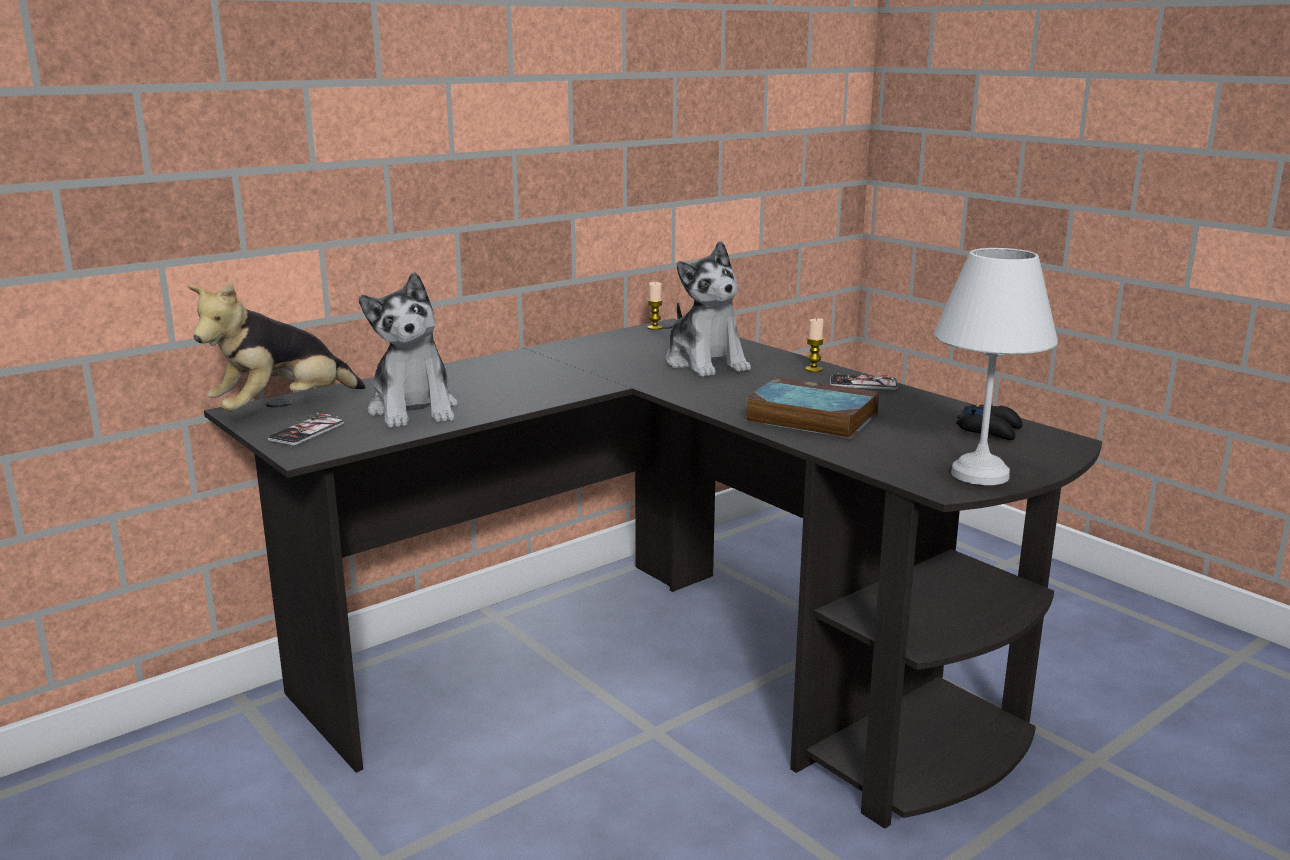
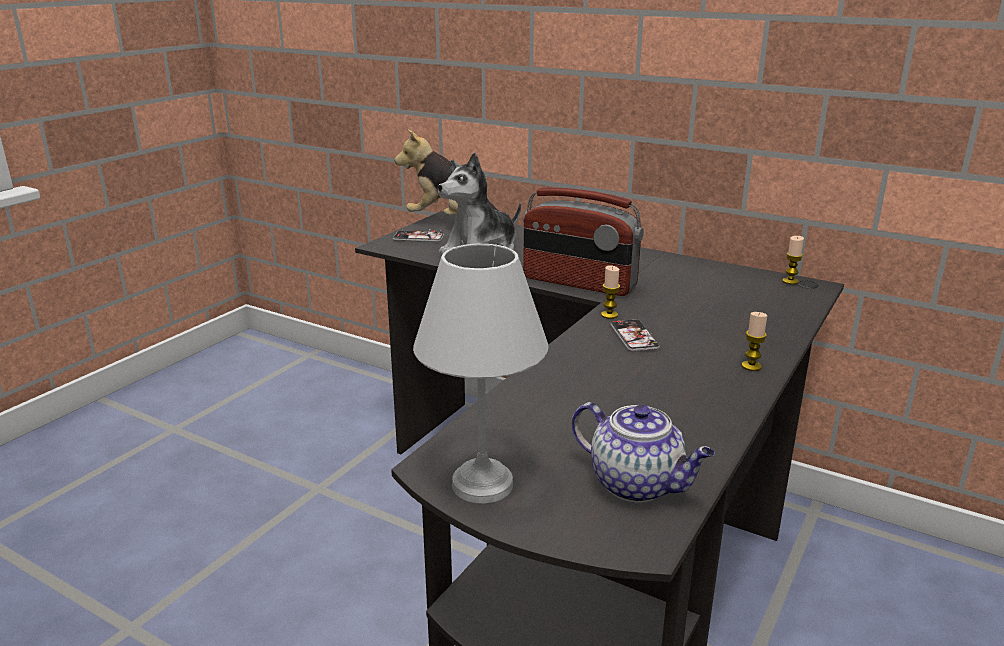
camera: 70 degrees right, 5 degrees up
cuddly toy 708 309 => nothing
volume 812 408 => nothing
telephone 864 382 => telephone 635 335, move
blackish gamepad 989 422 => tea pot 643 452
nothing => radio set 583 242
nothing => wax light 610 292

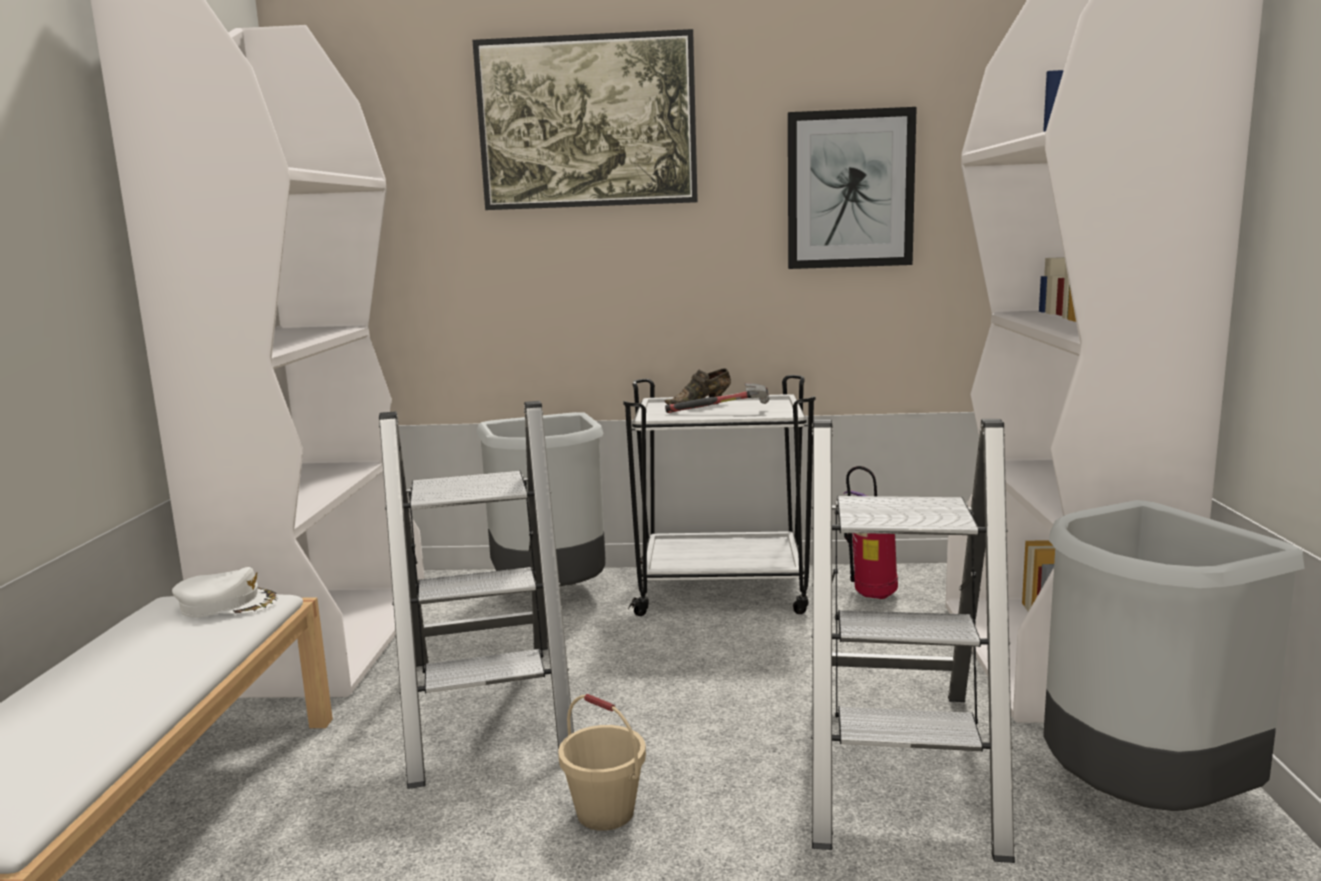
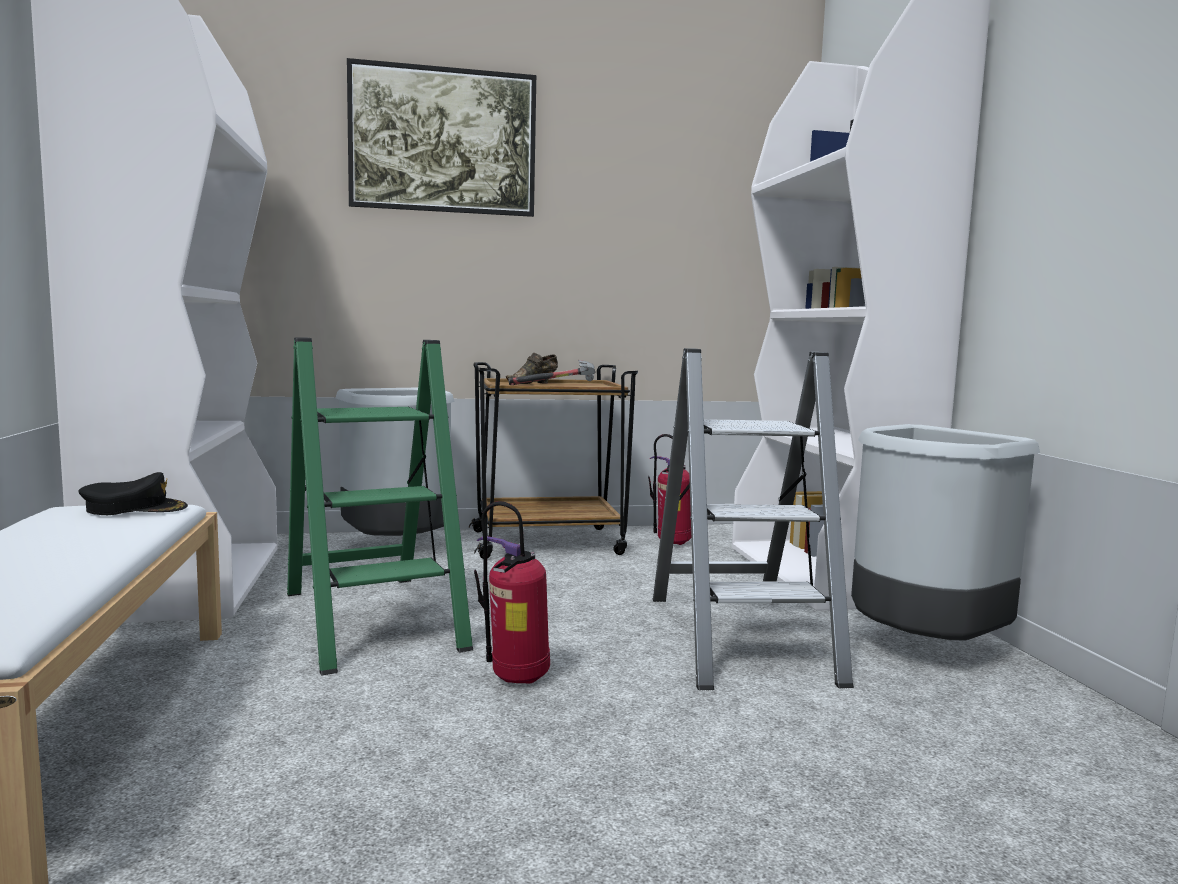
camera: 15 degrees left, 5 degrees down
white-coloured cap 225 592 => blackish cap 133 493
greyish stepladder 476 595 => green stepladder 380 506
beige pail 602 762 => extinguisher 512 592
white-coloured trolley 719 495 => brown-coloured trolley 553 460
picture 852 188 => nothing

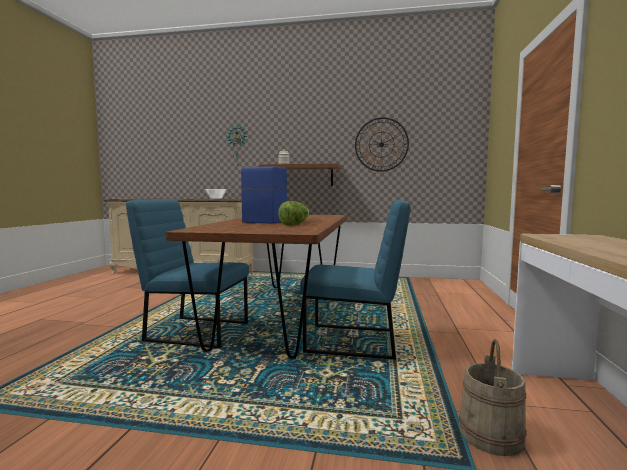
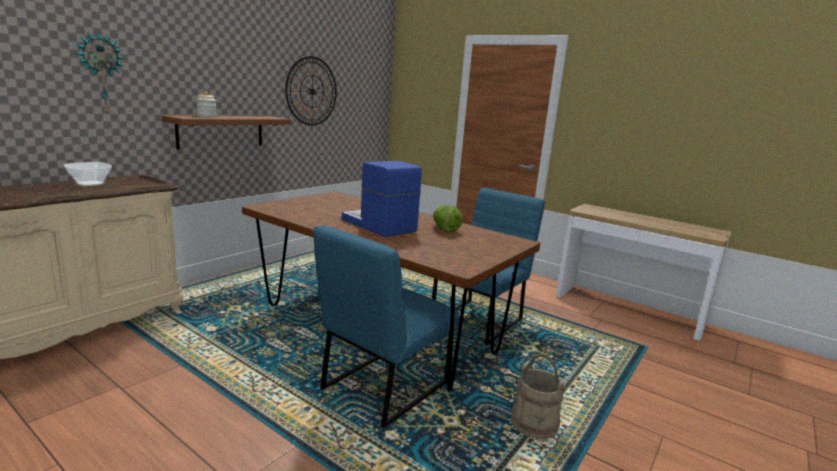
camera: 65 degrees left, 10 degrees up
beige pail 493 397 => beige pail 538 396, move

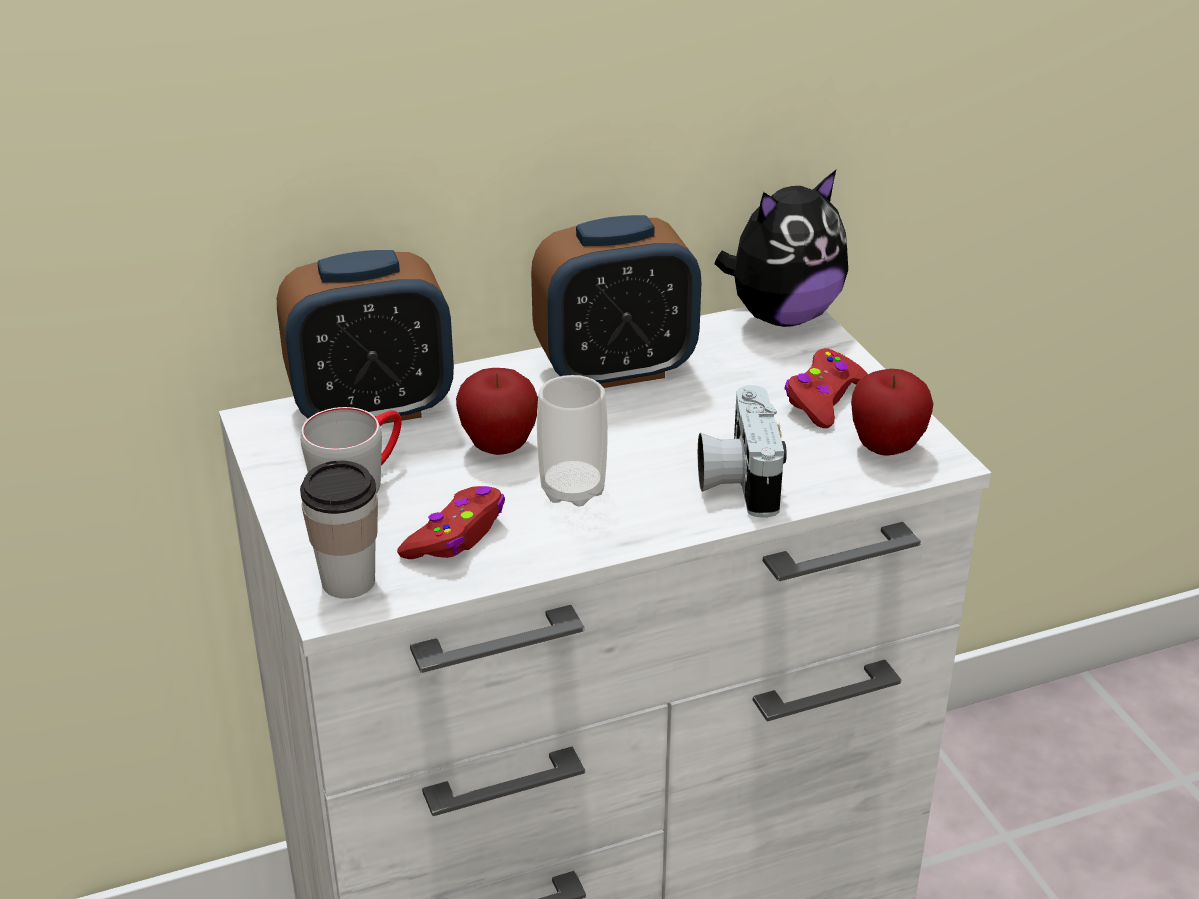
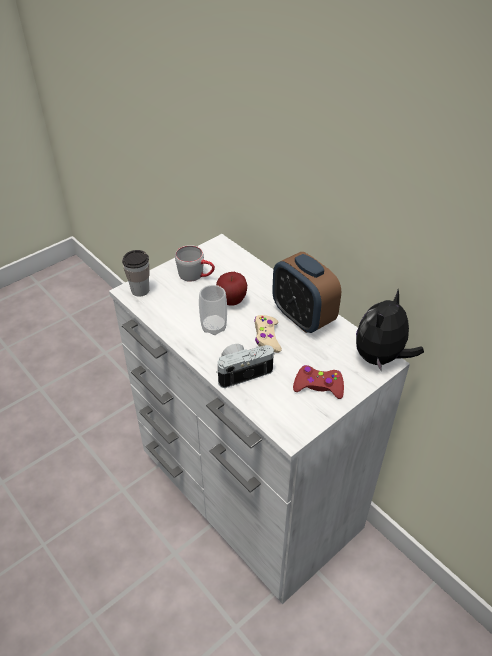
camera: 70 degrees right, 10 degrees up
table clock 365 337 => nothing
red gamepad 451 522 => nothing
cuddly toy 781 248 => cuddly toy 390 331, 90 degrees clockwise
whole apple 892 412 => nothing
nothing => beige gamepad 268 334

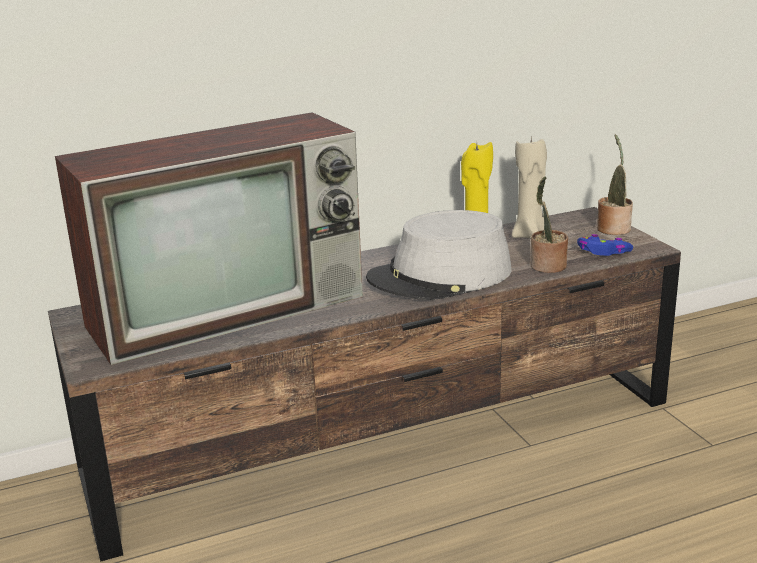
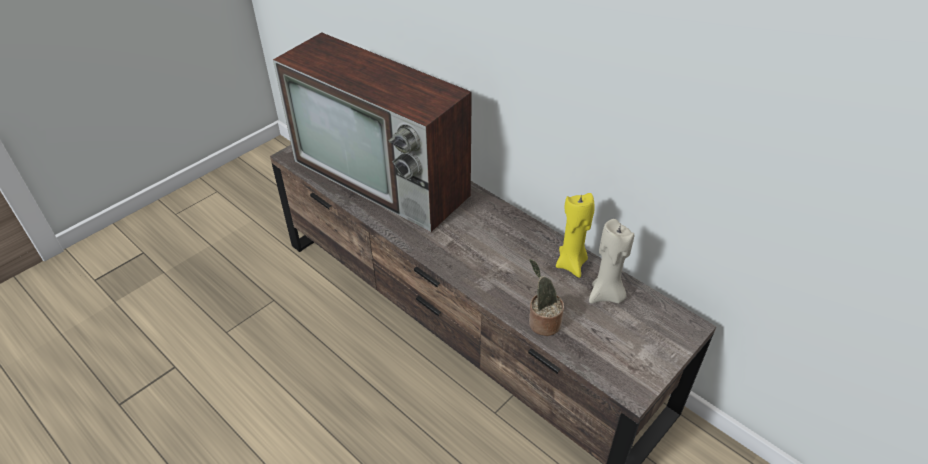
camera: 65 degrees right, 20 degrees up
greyish hat 439 255 => nothing
blue gamepad 605 245 => nothing
houseplant 615 184 => nothing

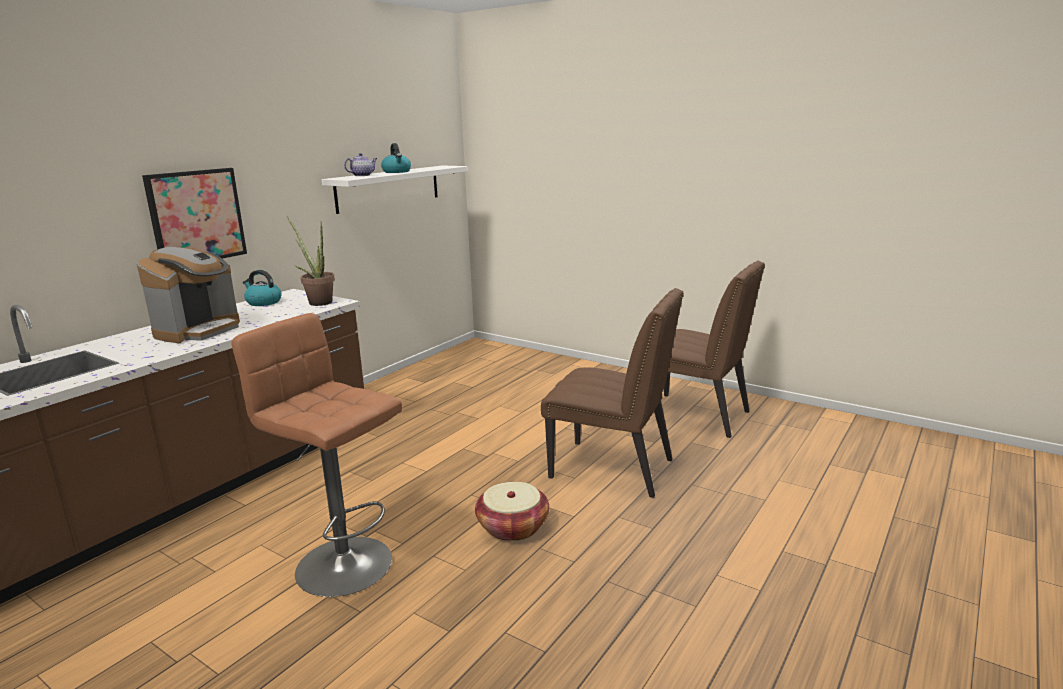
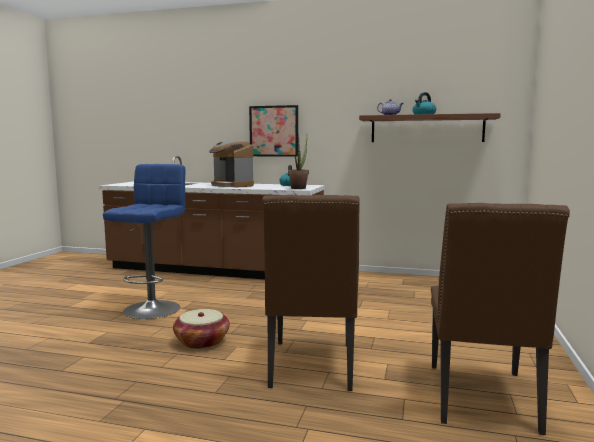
camera: 70 degrees right, 10 degrees down
coffee brewer 188 295 => coffee brewer 231 164, 45 degrees clockwise
brown-coloured stool seat 316 455 => blue stool seat 144 241
white-coloured bracket shelf 395 189 => brown-coloured bracket shelf 430 127

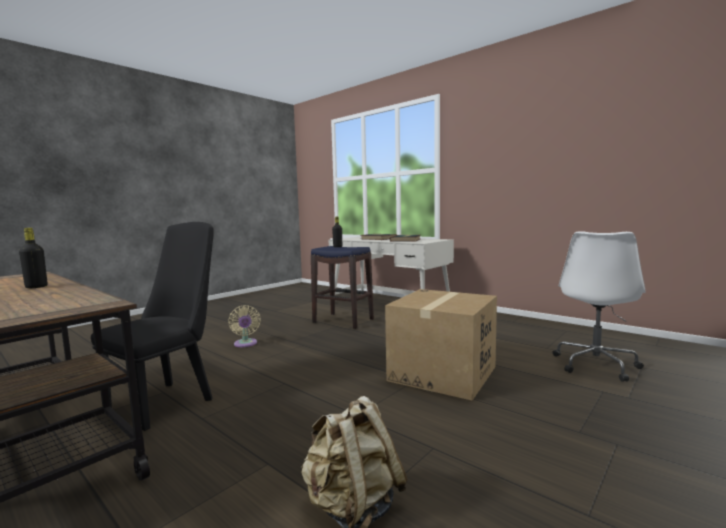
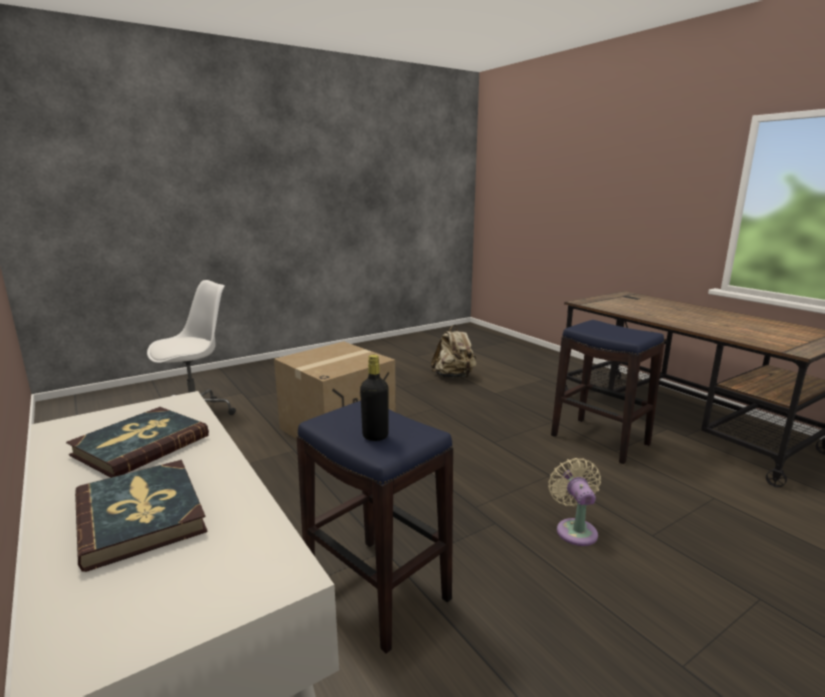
camera: 165 degrees left, 10 degrees up
blackish drink bottle 33 258 => nothing
blackish upright chair 152 326 => stool seat 607 392

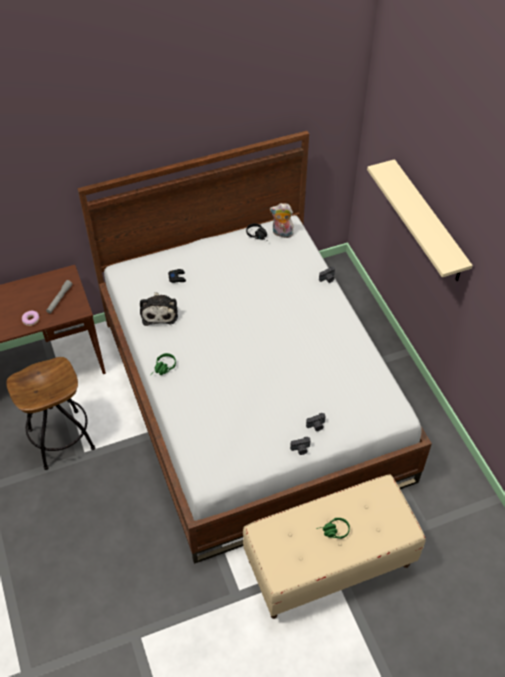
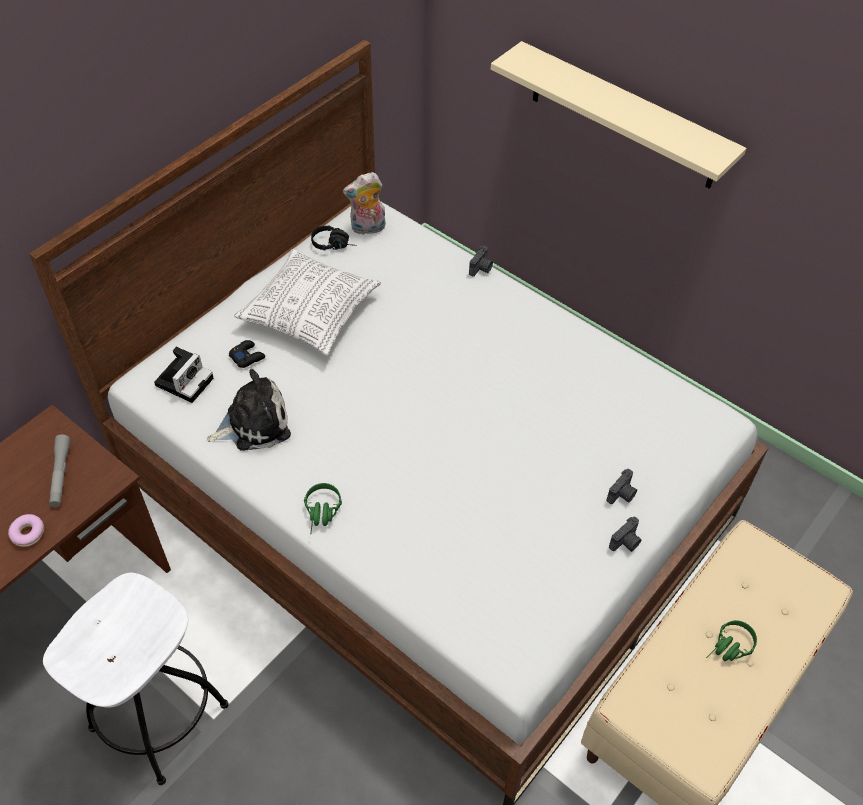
camera: 30 degrees left, 0 degrees up
brown-coloured stool seat 51 413 => white-coloured stool seat 136 679
cuddly toy 159 309 => cuddly toy 249 410, 75 degrees counterclockwise
nothing => still camera 184 375
nothing => cushion 307 302

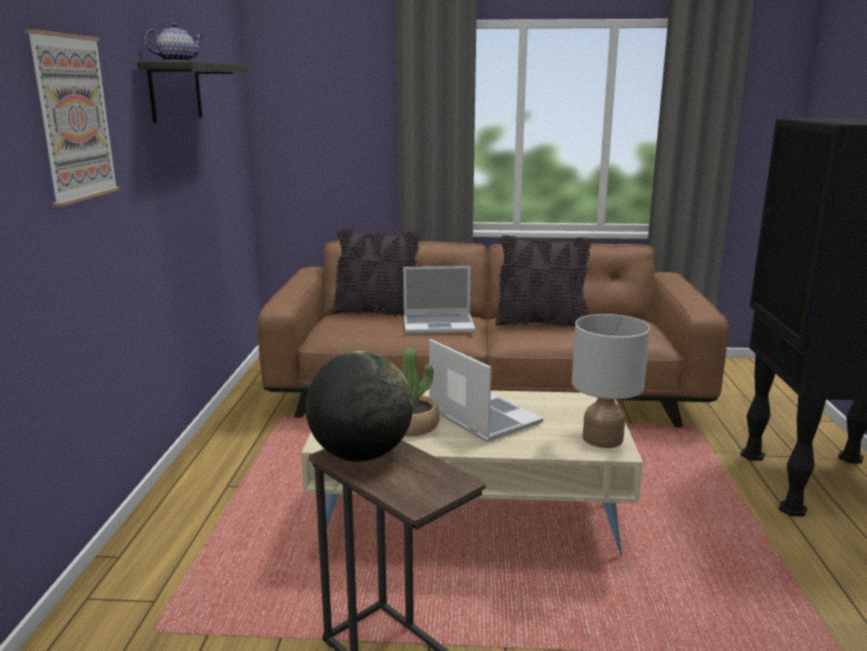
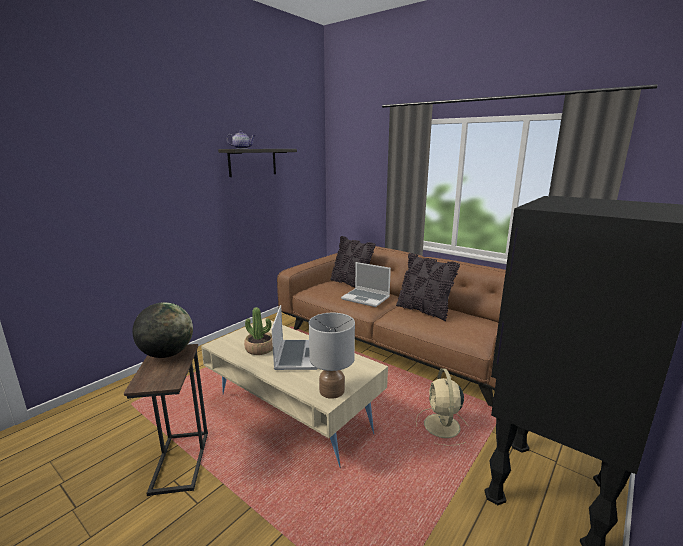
camera: 35 degrees right, 0 degrees up
picture 72 118 => nothing
nothing => beige cooling fan 442 407

